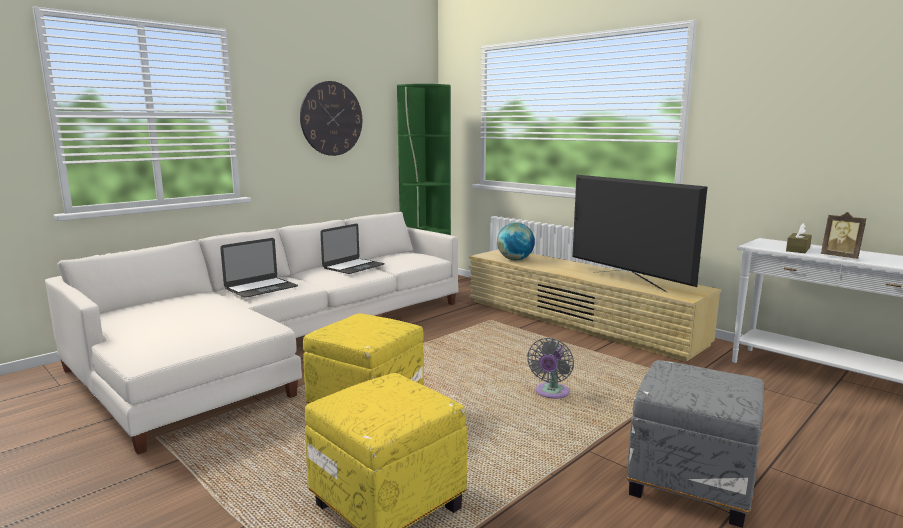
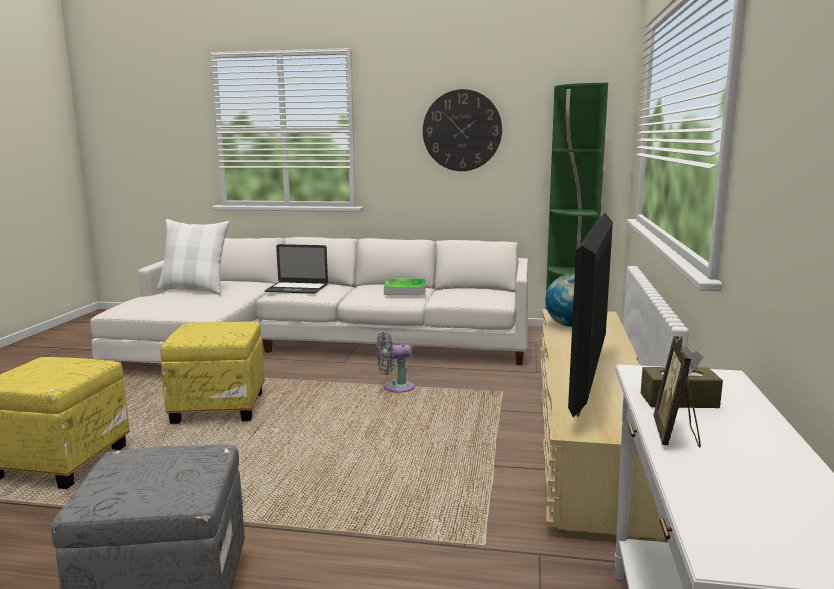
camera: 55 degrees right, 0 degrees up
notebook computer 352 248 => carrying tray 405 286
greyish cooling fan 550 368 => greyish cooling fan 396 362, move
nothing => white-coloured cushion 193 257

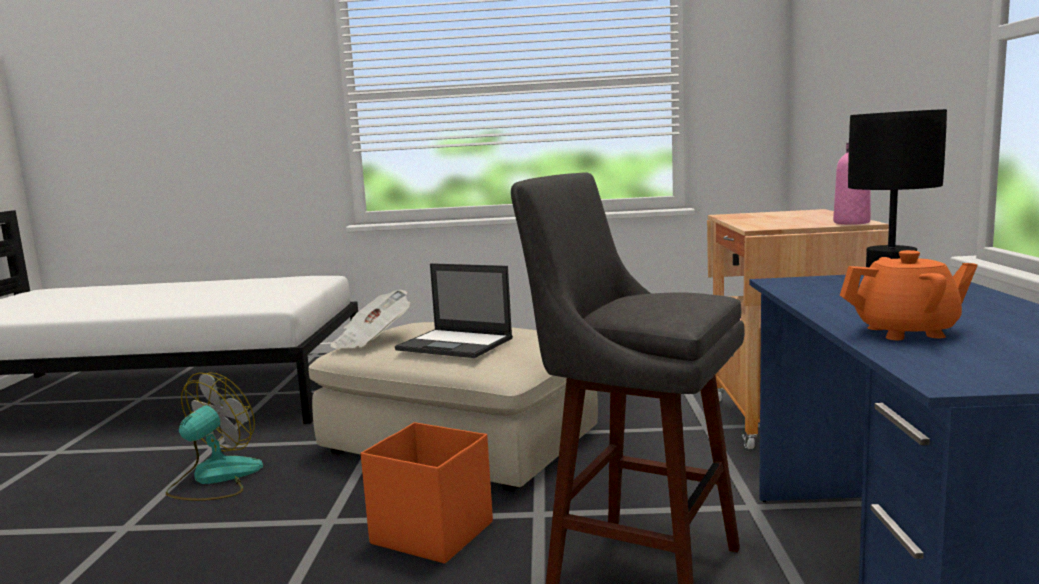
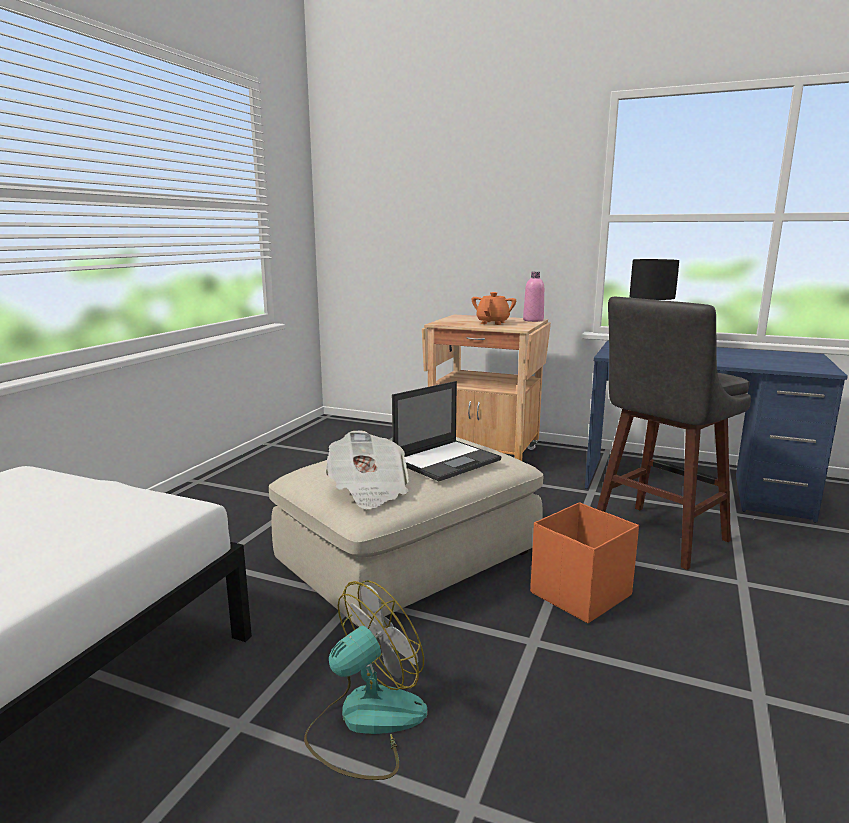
camera: 70 degrees left, 5 degrees up
cooling fan 214 436 => cooling fan 366 680, 90 degrees clockwise
orange-coloured tea pot 909 295 => orange-coloured tea pot 494 308, move

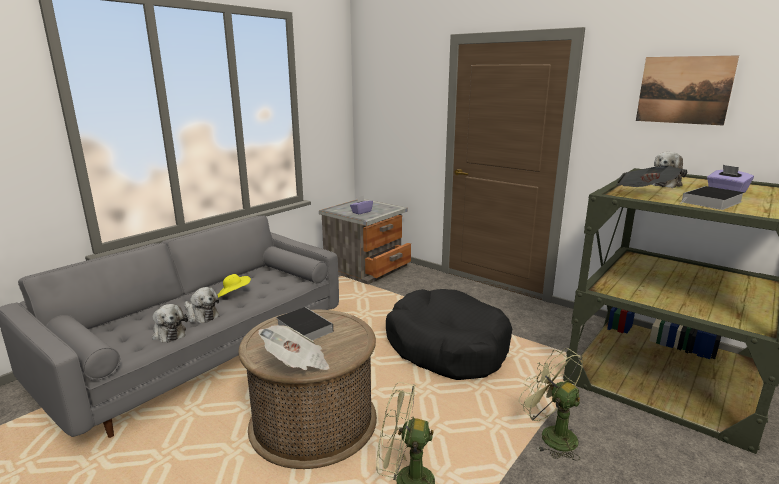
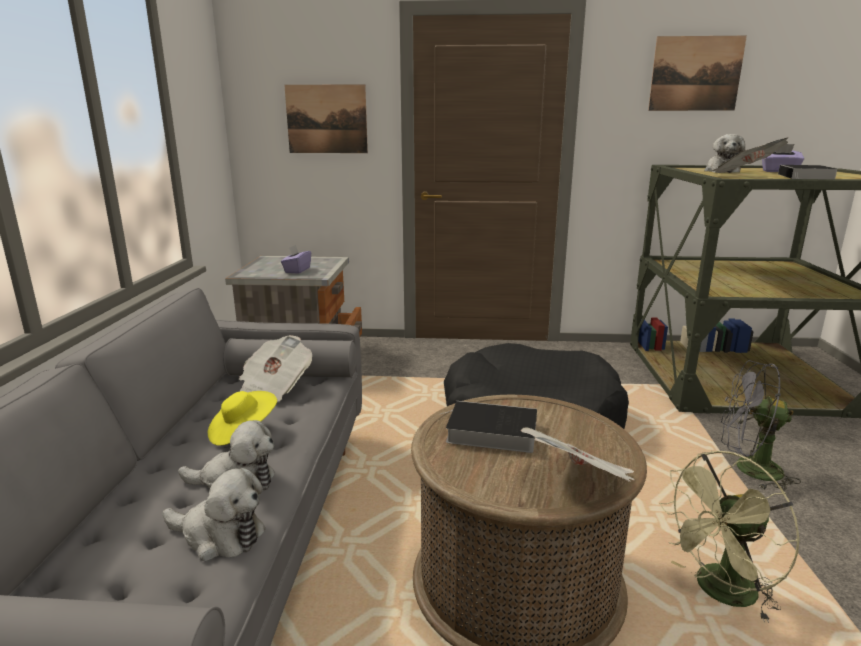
camera: 35 degrees left, 0 degrees up
green cooling fan 551 404 => greyish cooling fan 761 425
nothing => newspaper 275 368
nothing => picture 326 118

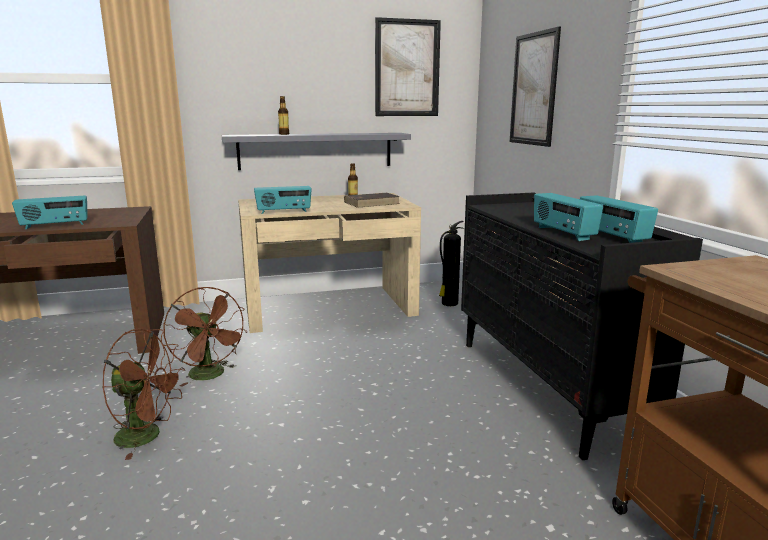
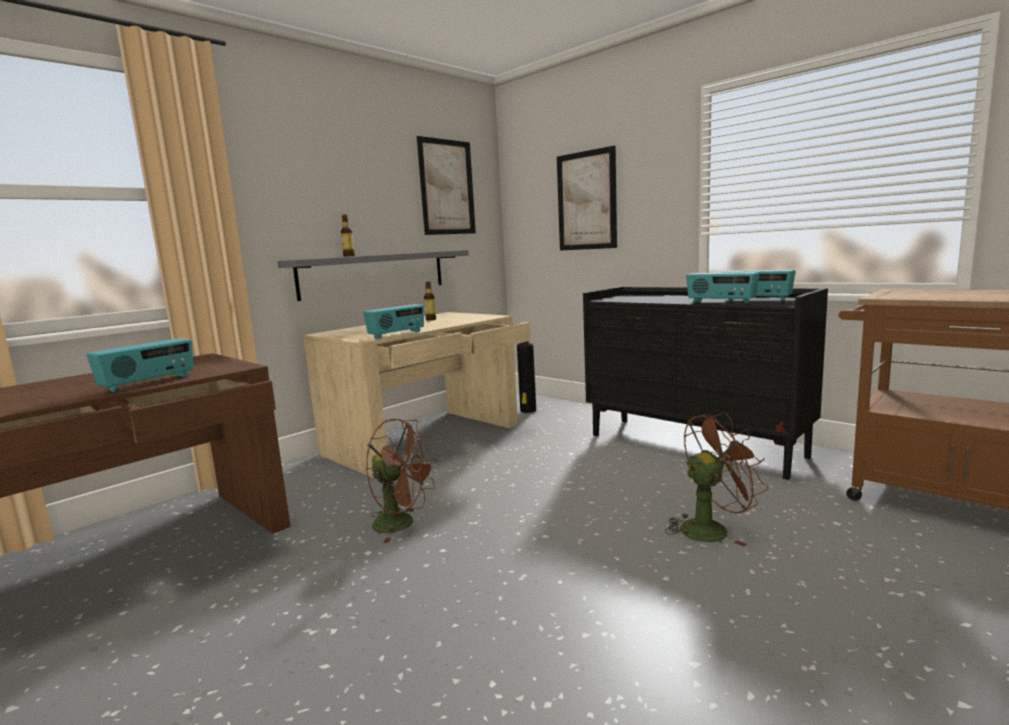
camera: 30 degrees left, 5 degrees down
brown-coloured cooling fan 144 394 => brown-coloured cooling fan 716 479, move
brown-coloured volume 372 200 => nothing

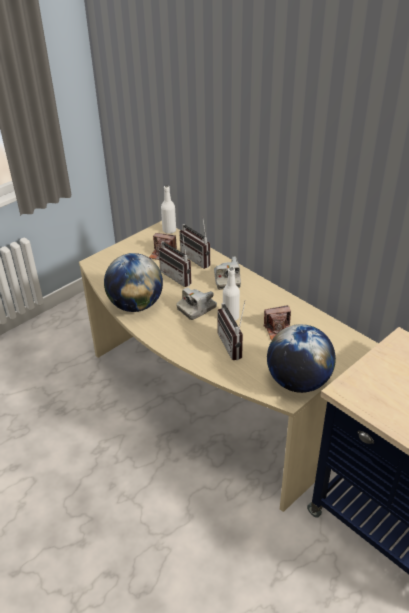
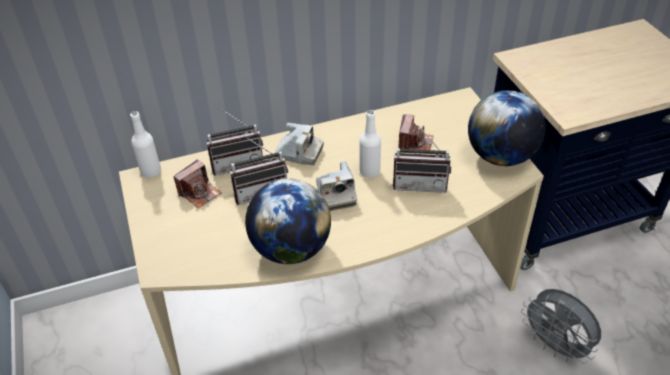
camera: 65 degrees left, 5 degrees up
nothing => greyish cooling fan 561 326

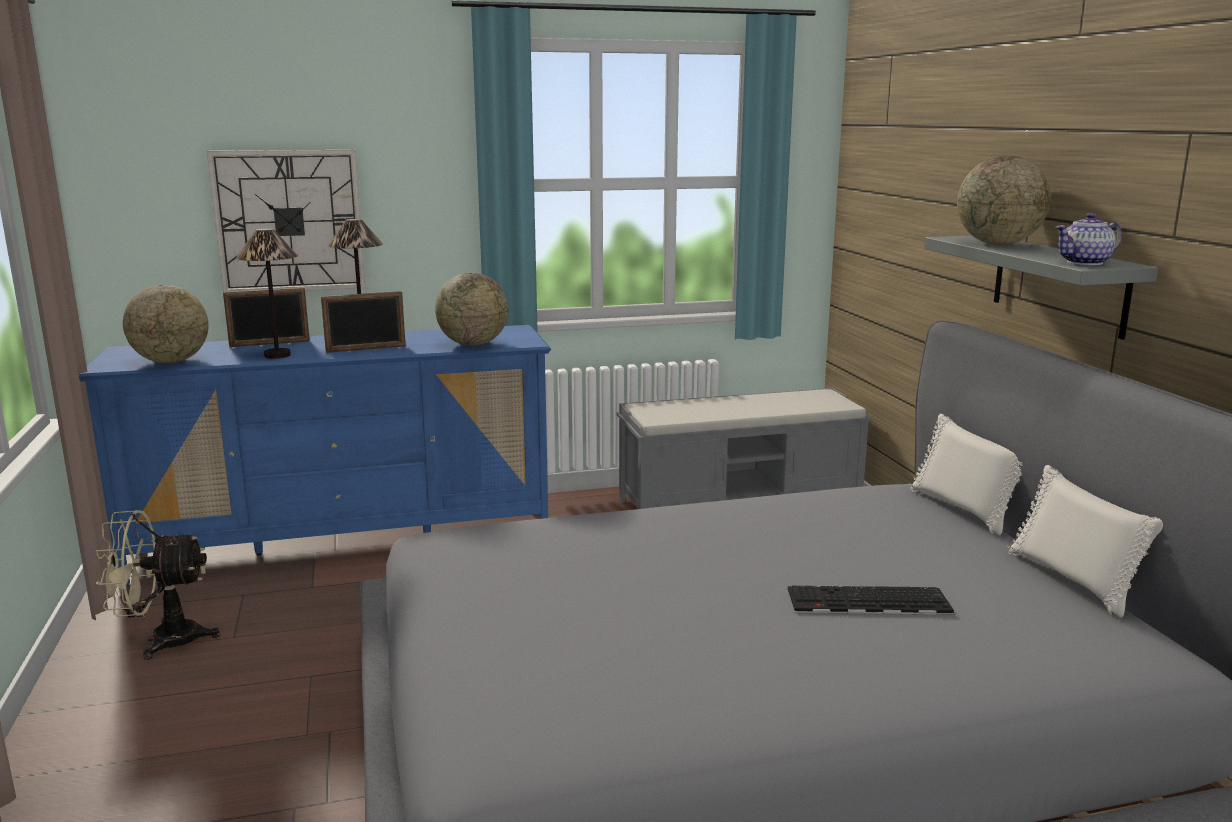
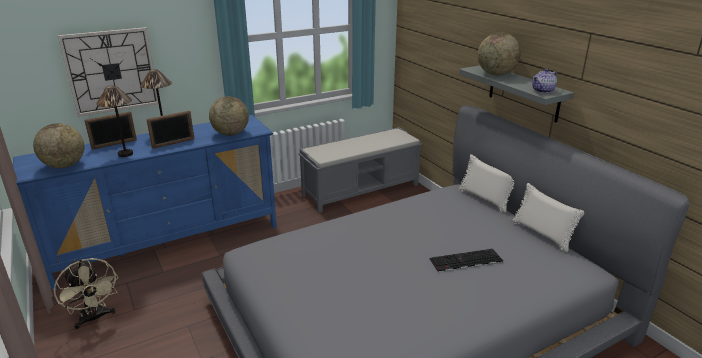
camera: 15 degrees left, 10 degrees up
beige cooling fan 157 585 => beige cooling fan 86 293, 105 degrees counterclockwise

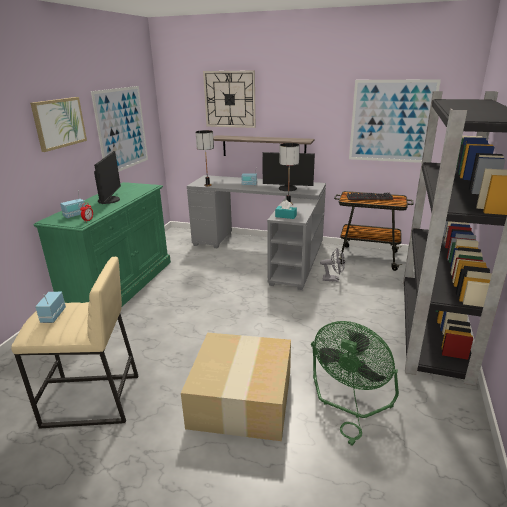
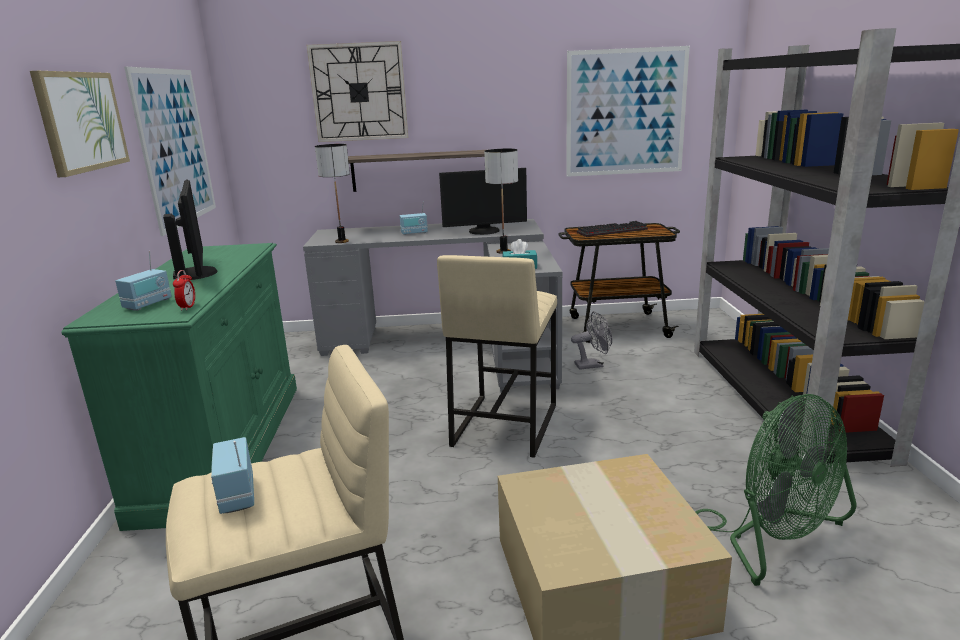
camera: 20 degrees left, 5 degrees down
green cooling fan 355 383 => green cooling fan 776 490, 135 degrees clockwise
nothing => beige stool seat 497 356

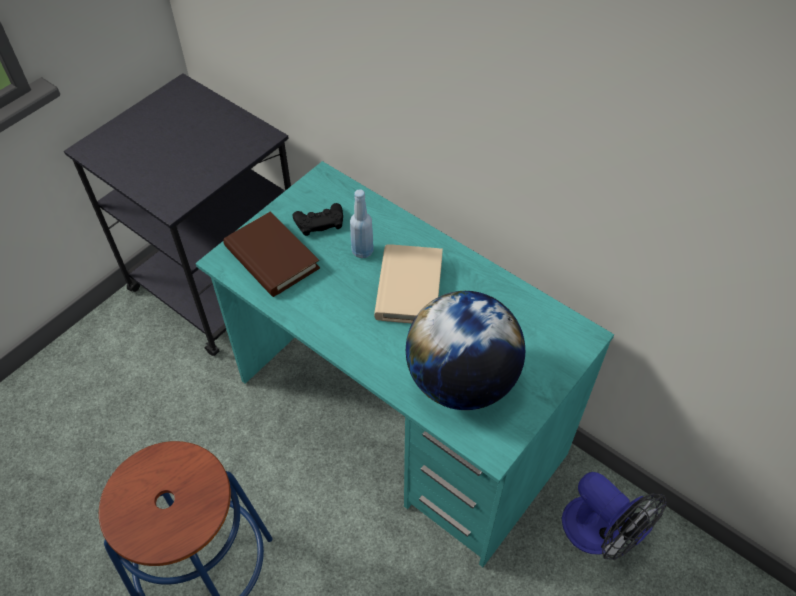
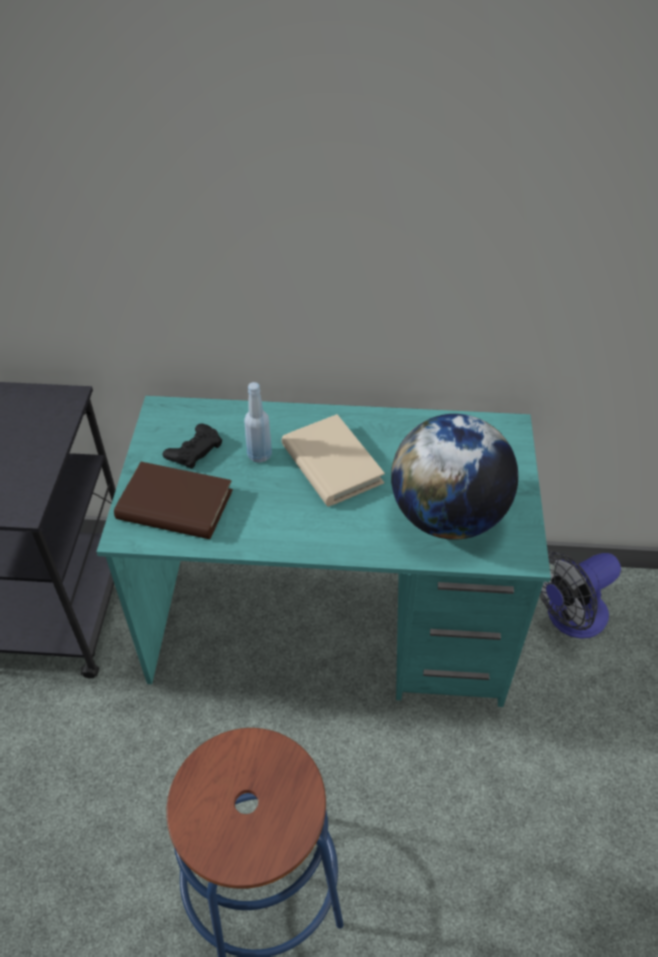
camera: 35 degrees left, 5 degrees down
cooling fan 613 516 => cooling fan 580 594, 135 degrees clockwise

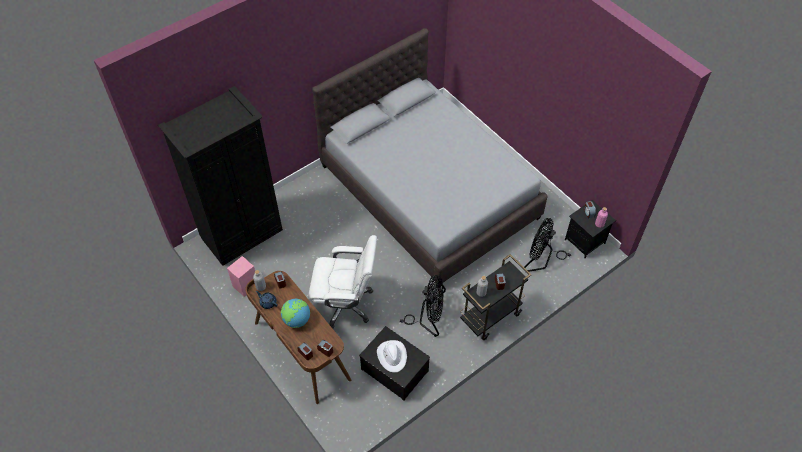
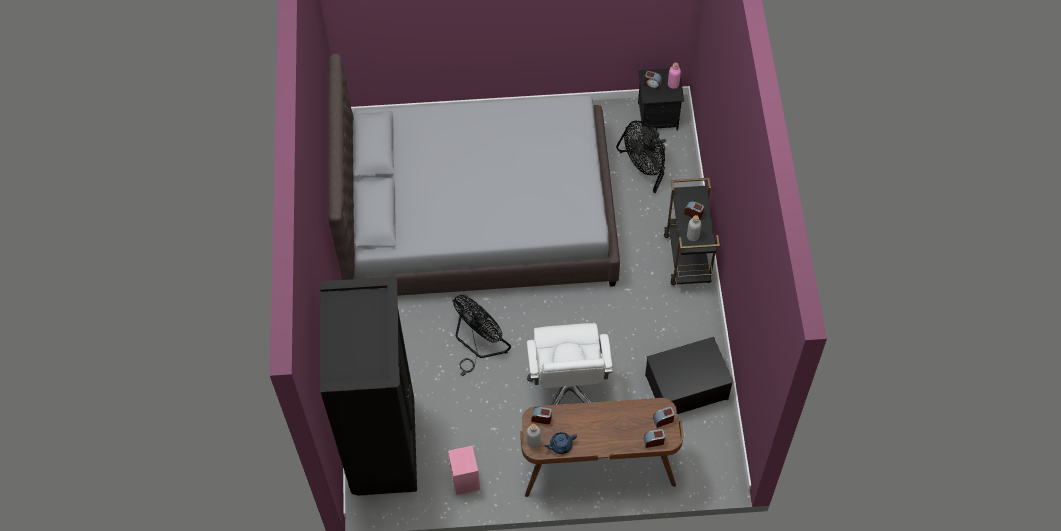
camera: 55 degrees left, 5 degrees up
desk globe 295 313 => nothing
white-coloured desk chair 342 282 => white-coloured desk chair 570 364, 135 degrees clockwise
white-coloured hat 392 356 => nothing
blackish cooling fan 422 306 => blackish cooling fan 481 335, move

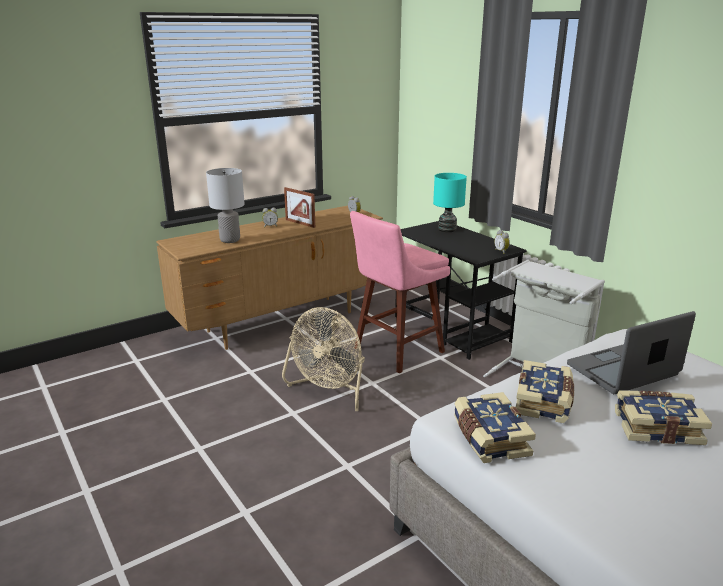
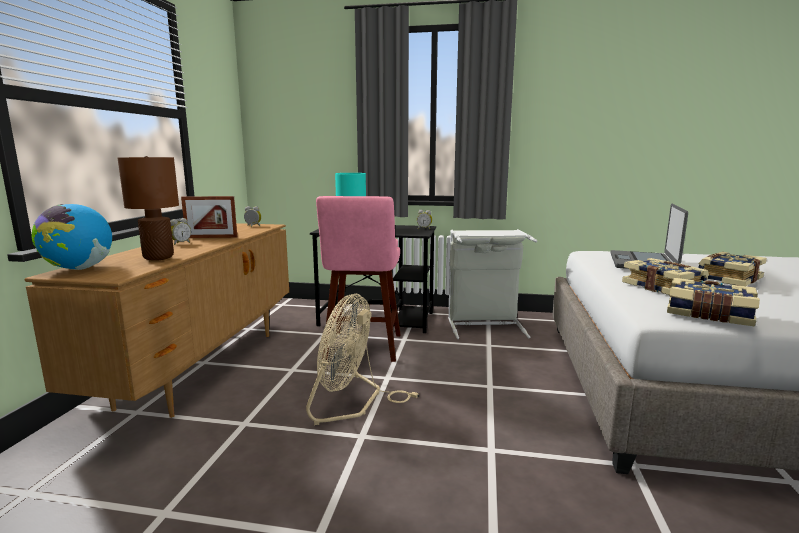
camera: 45 degrees left, 10 degrees down
greyish table lamp 225 205 => brown-coloured table lamp 148 208
beige cooling fan 323 359 => beige cooling fan 363 359, 120 degrees clockwise
nothing => desk globe 72 237

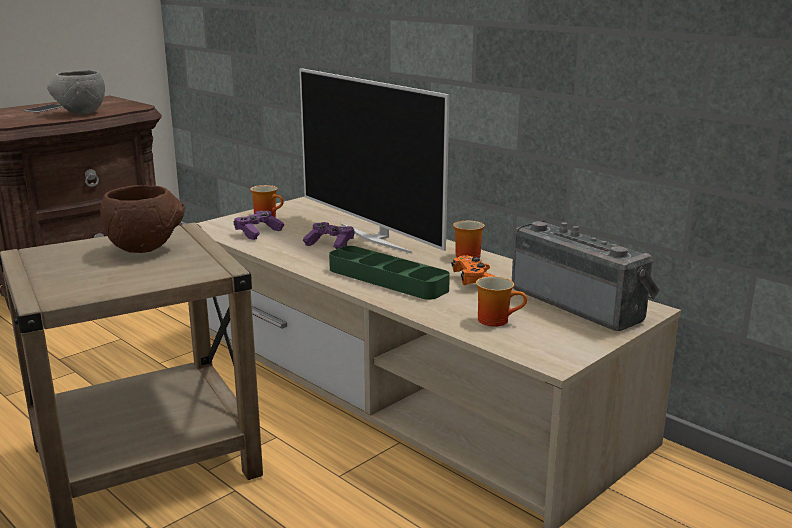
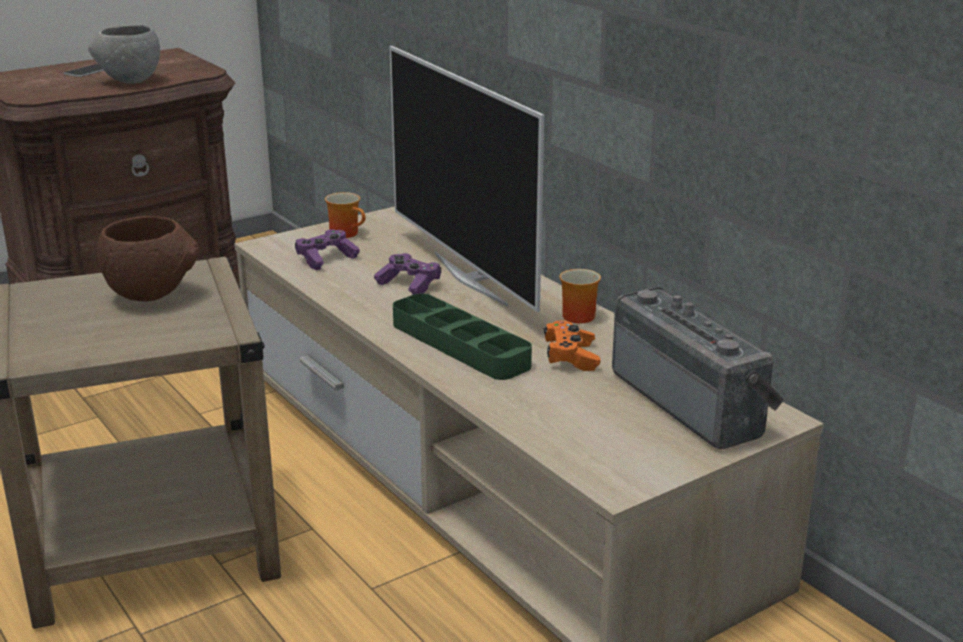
camera: 10 degrees right, 5 degrees up
coffee mug 501 301 => nothing

